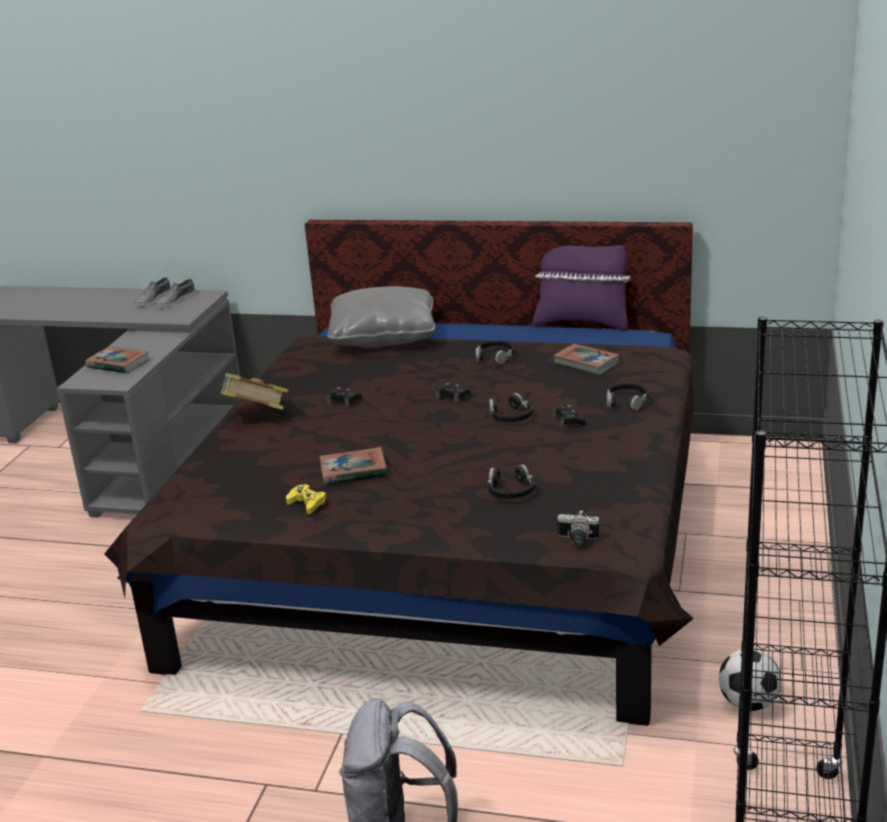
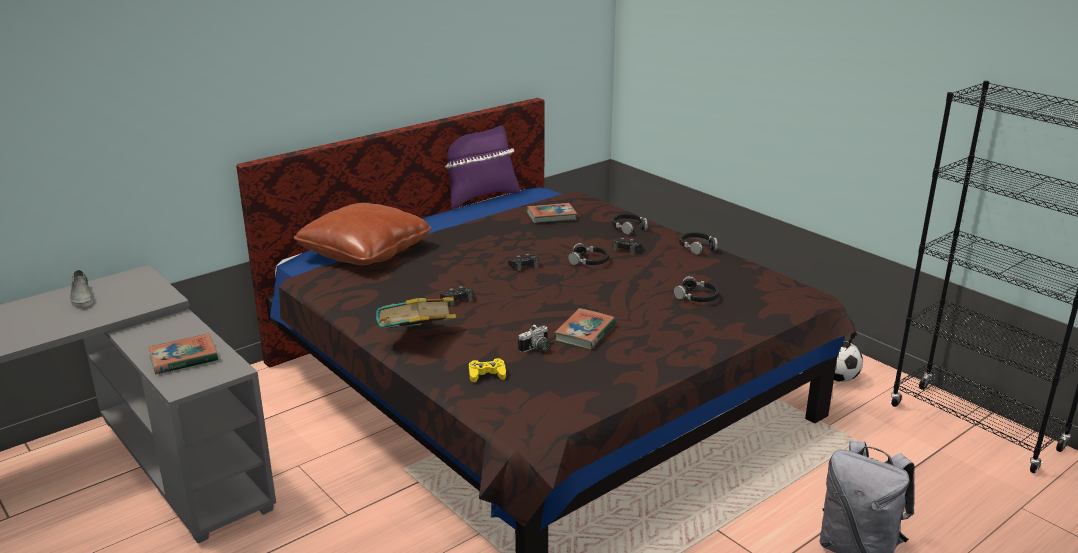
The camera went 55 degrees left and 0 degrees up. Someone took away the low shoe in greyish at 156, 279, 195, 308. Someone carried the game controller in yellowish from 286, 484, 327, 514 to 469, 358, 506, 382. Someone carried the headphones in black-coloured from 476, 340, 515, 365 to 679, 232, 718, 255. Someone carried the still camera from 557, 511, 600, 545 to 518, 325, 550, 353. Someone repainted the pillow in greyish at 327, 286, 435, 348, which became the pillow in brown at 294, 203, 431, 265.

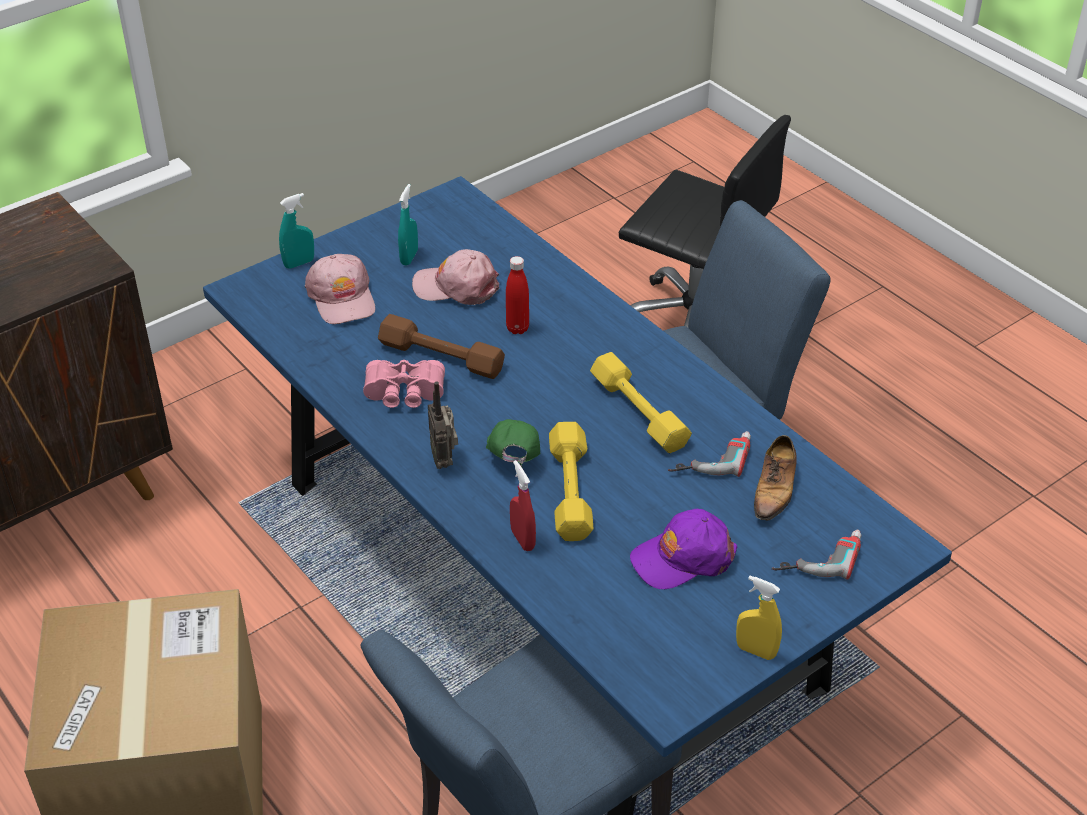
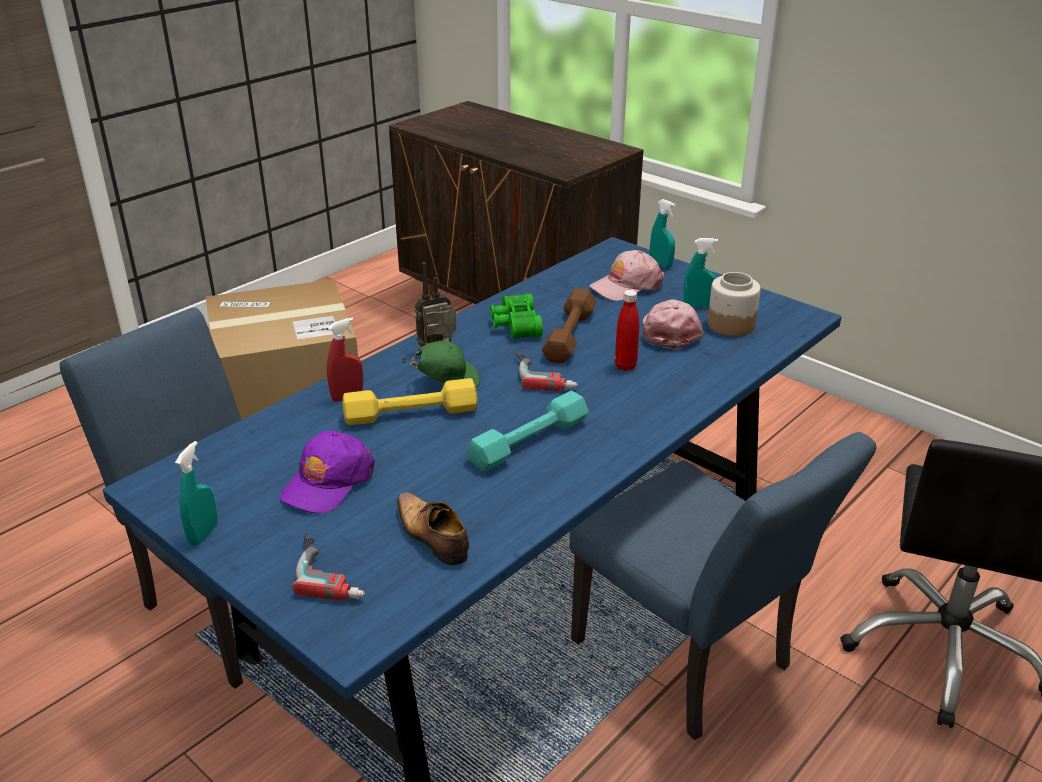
The camera went 80 degrees right and 10 degrees down. Someone put down the storage jar at 708, 272, 761, 336. Someone carried the electric drill from 668, 431, 751, 477 to 515, 351, 578, 391. Someone repainted the pair of binoculars in pink at 363, 360, 445, 408, which became the pair of binoculars in green at 490, 294, 543, 339. Someone repainted the hand weight in yellowish at 590, 352, 692, 454, which became the hand weight in turquoise-coloured at 466, 391, 589, 472. Someone repainted the spray bottle in yellowish at 736, 576, 782, 660, which became the spray bottle in turquoise-coloured at 175, 441, 217, 546. Someone rotated the peaked cap in purplish at 630, 509, 737, 589 by 120 degrees counterclockwise. Someone rotated the low shoe at 754, 435, 797, 520 by 45 degrees clockwise.

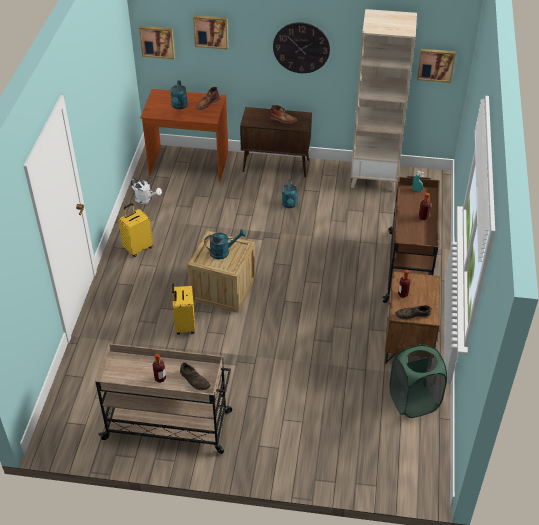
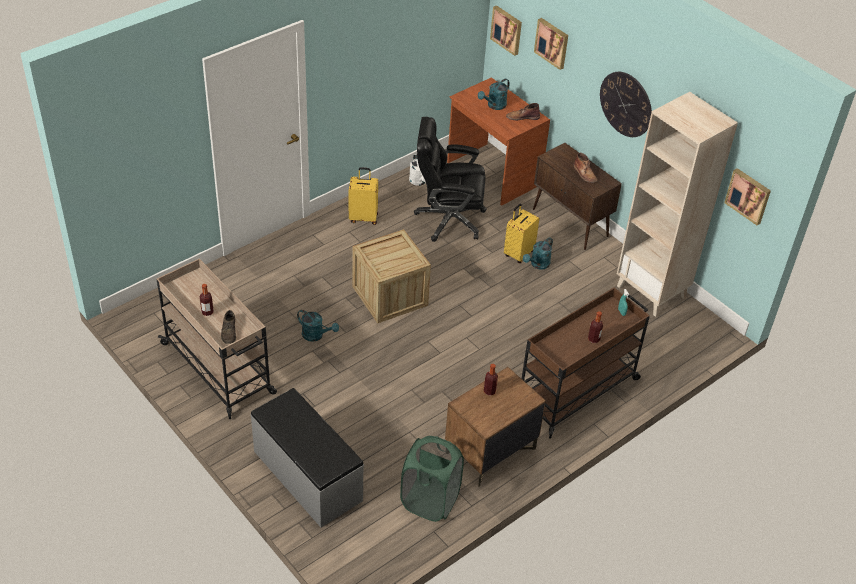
The camera went 40 degrees right and 0 degrees up. Someone took away the low shoe in brown at 395, 305, 431, 320. Someone put down the long seat in greyish at 251, 388, 364, 527. Someone put down the office chair in black-coloured at 414, 117, 487, 242. Someone carried the piece of luggage in yellowish from 172, 283, 195, 334 to 504, 203, 540, 263. Someone carried the sprinkling can in turquoise-coloured from 204, 229, 246, 259 to 297, 310, 339, 342.

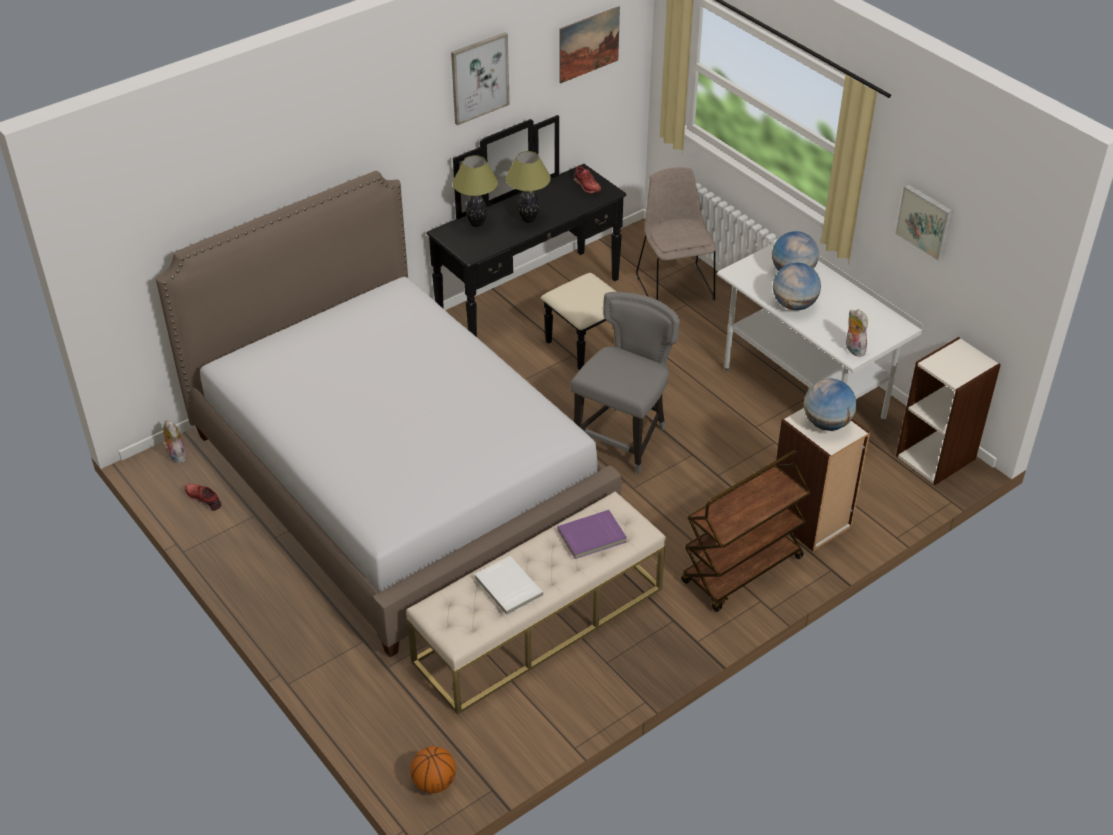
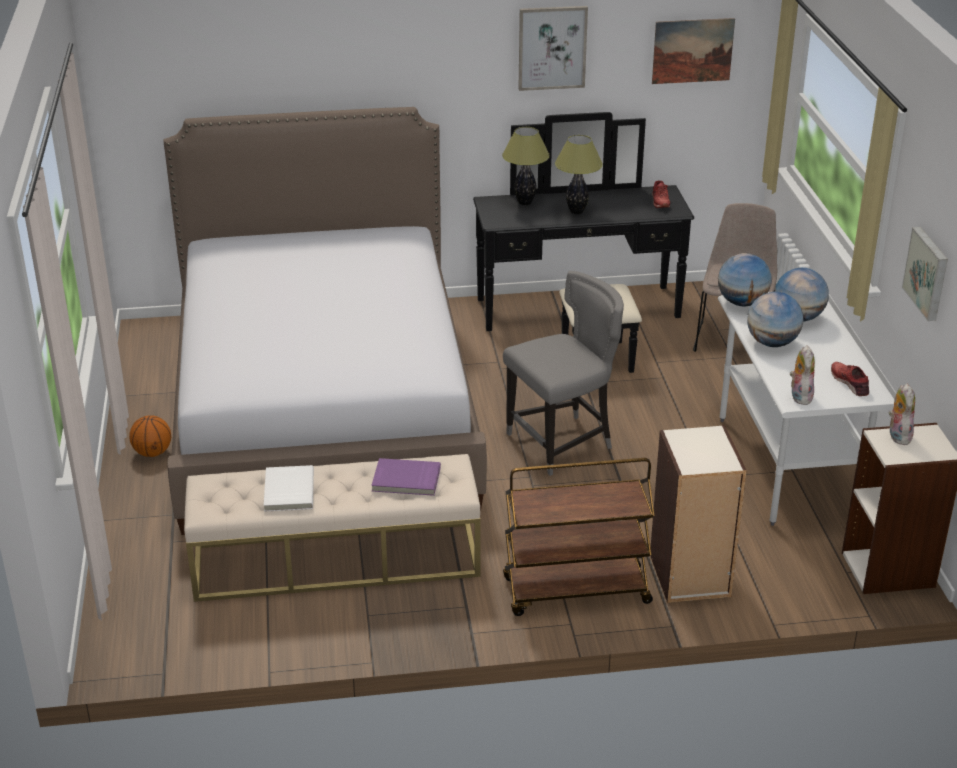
The camera went 30 degrees right and 10 degrees down. Someone carried the soft toy from 162, 420, 187, 463 to 889, 384, 915, 445. Someone carried the low shoe in reddish from 185, 484, 221, 511 to 831, 362, 869, 396. Someone carried the ball for basketball from 410, 746, 456, 793 to 129, 415, 171, 457. Someone carried the desk globe from 804, 379, 857, 431 to 718, 253, 772, 306.

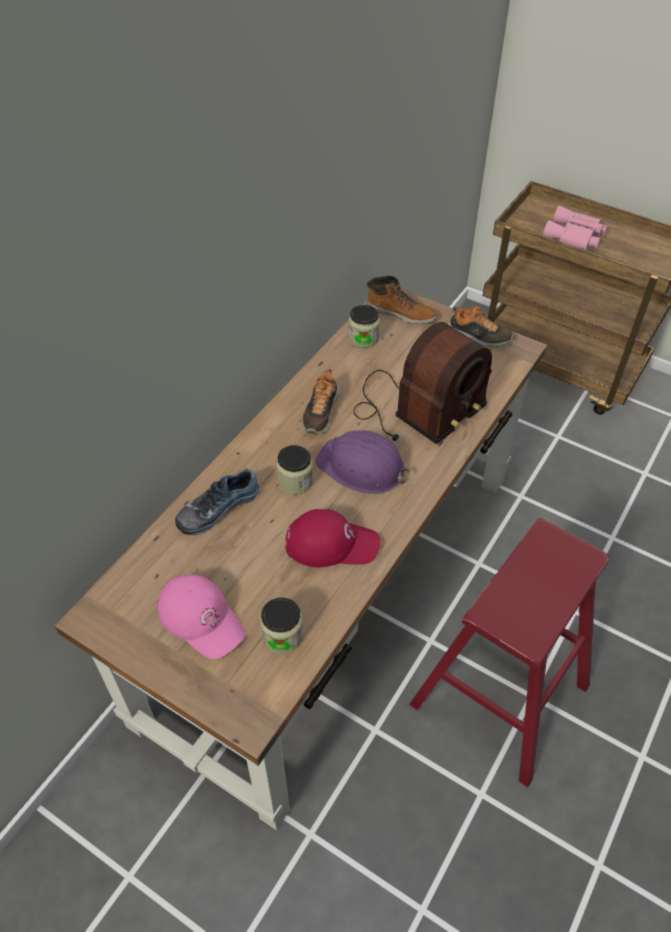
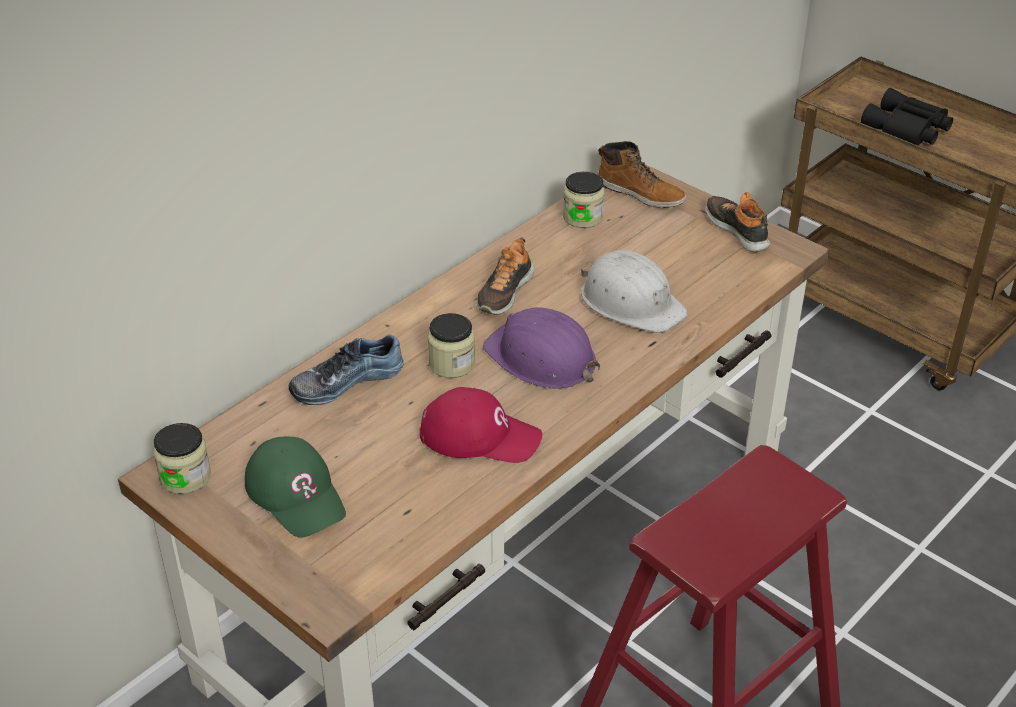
The camera went 10 degrees right and 10 degrees down. Someone carried the storage jar from 260, 598, 303, 654 to 154, 423, 211, 494. Someone swapped the radio at 353, 322, 492, 444 for the work helmet in whitish at 581, 250, 688, 333. Someone repainted the peaked cap in pink at 157, 575, 245, 659, which became the peaked cap in green at 245, 436, 346, 537. Someone repainted the pair of binoculars in pink at 543, 206, 607, 250, which became the pair of binoculars in black-coloured at 861, 88, 953, 145. Someone rotated the low shoe at 447, 306, 514, 347 by 150 degrees counterclockwise.

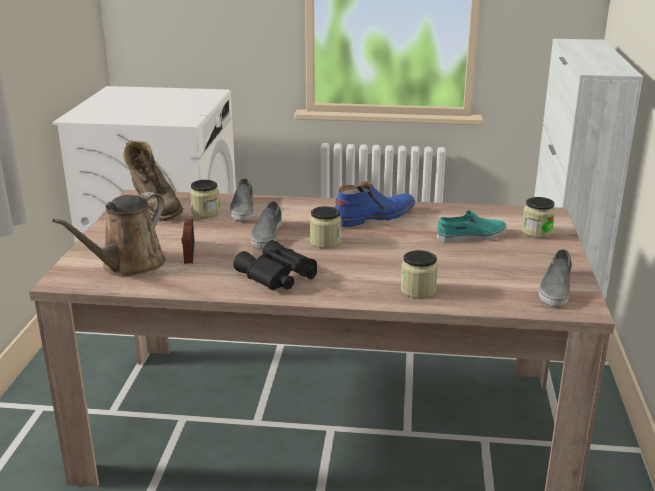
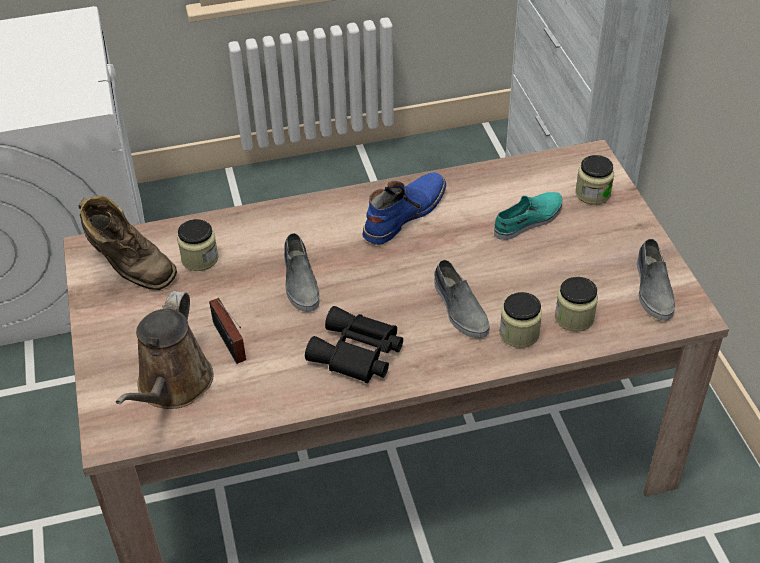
The camera went 20 degrees left and 20 degrees up. Someone carried the low shoe in greyish from 230, 178, 254, 221 to 434, 260, 490, 338. Someone carried the storage jar from 310, 206, 341, 248 to 555, 277, 598, 332.

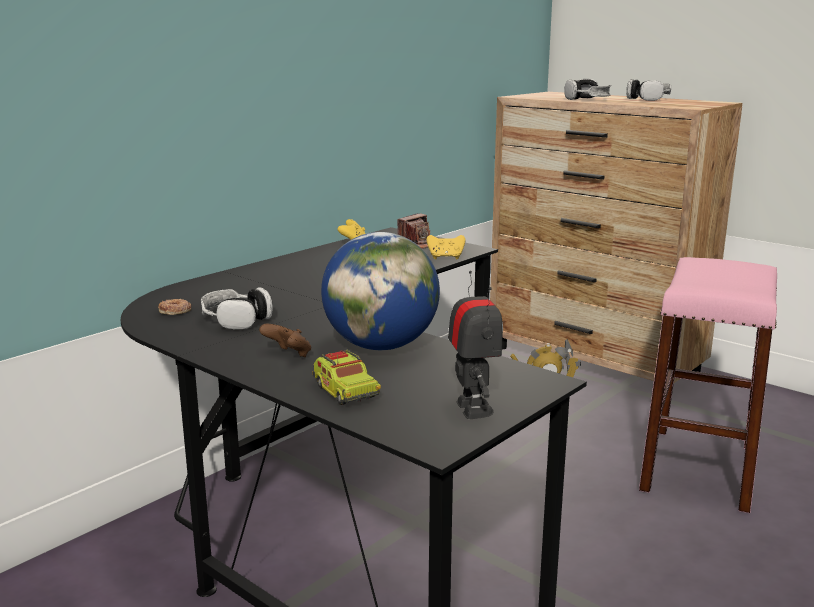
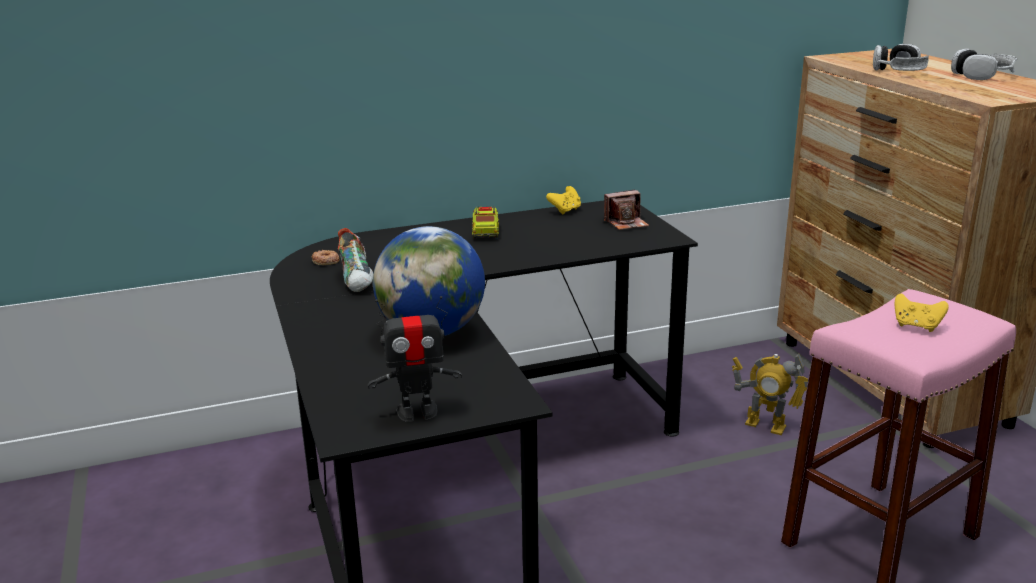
The camera went 30 degrees right and 5 degrees up. Someone took away the game controller in brown at 259, 324, 311, 357. Someone carried the toy lorry from 313, 349, 381, 405 to 472, 206, 499, 239. Someone carried the game controller in yellowish from 426, 235, 465, 259 to 895, 294, 949, 332. Someone swapped the headphones at 201, 287, 273, 330 for the low shoe at 338, 228, 373, 292. Someone rotated the toy robot at 448, 271, 503, 419 by 60 degrees clockwise.

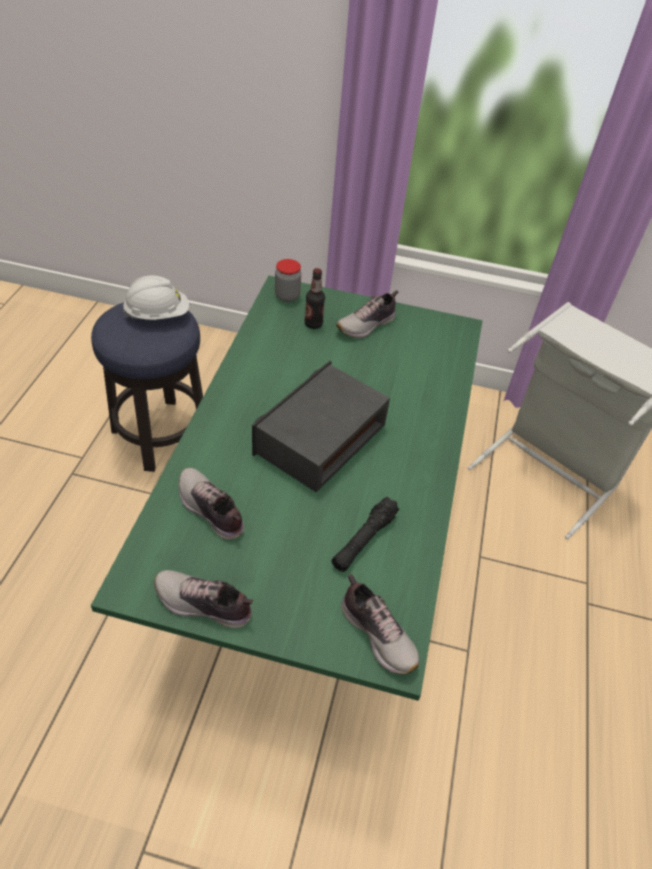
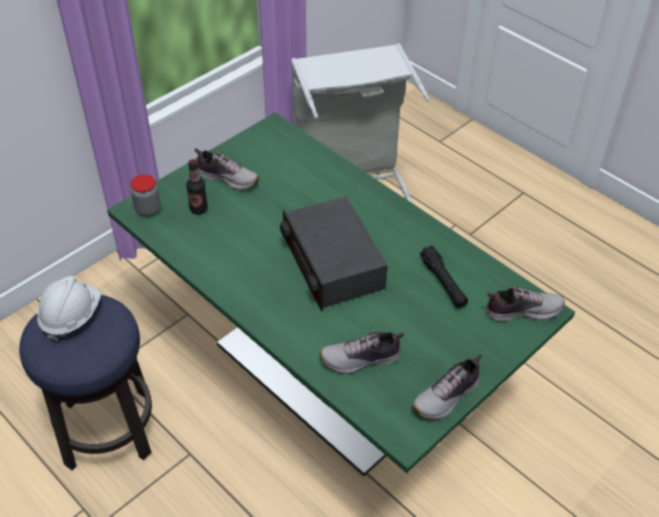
The camera went 55 degrees left and 0 degrees up. Someone rotated the low shoe at 336, 290, 399, 338 by 60 degrees counterclockwise.

